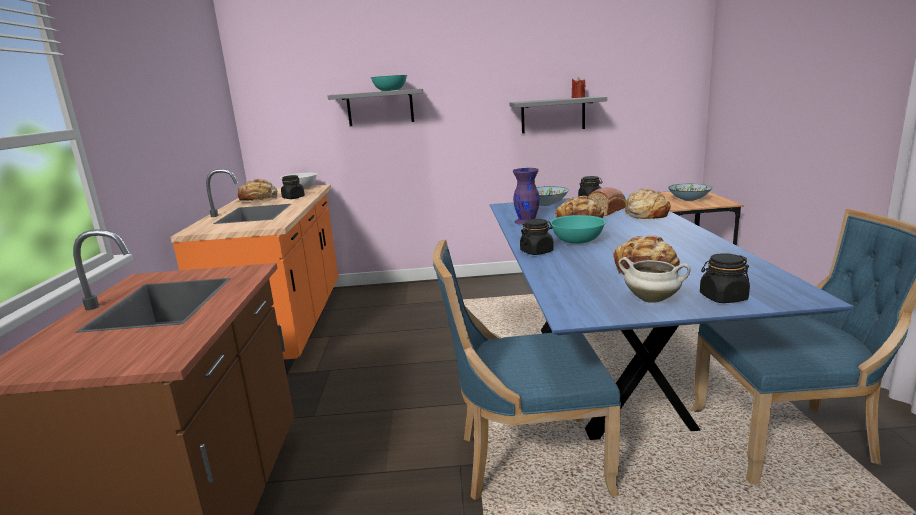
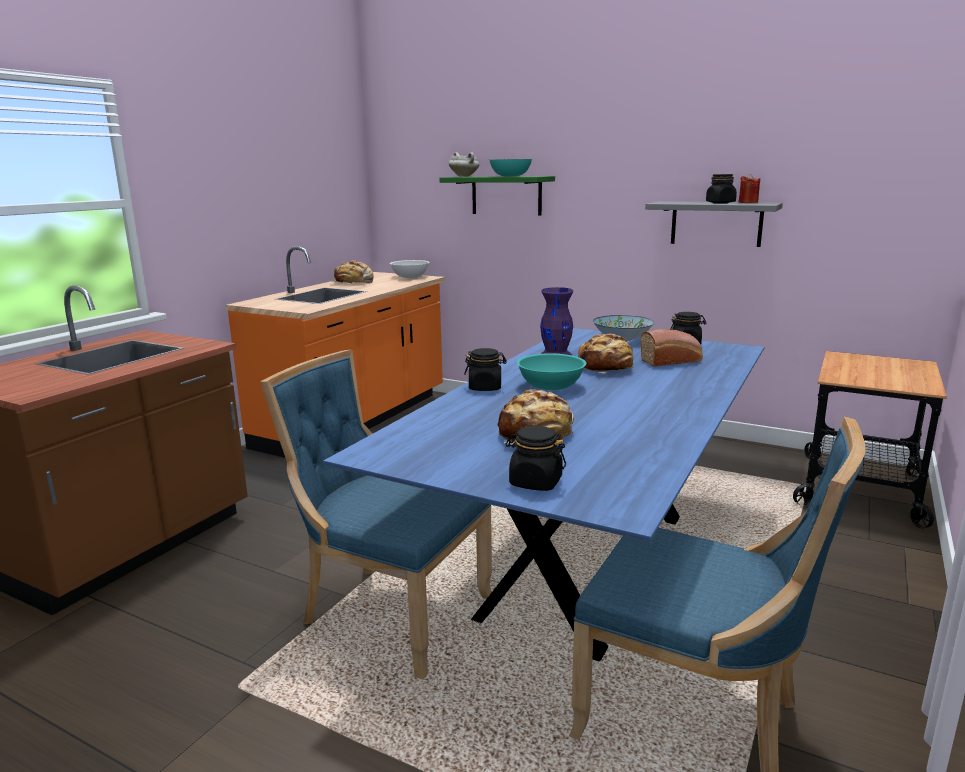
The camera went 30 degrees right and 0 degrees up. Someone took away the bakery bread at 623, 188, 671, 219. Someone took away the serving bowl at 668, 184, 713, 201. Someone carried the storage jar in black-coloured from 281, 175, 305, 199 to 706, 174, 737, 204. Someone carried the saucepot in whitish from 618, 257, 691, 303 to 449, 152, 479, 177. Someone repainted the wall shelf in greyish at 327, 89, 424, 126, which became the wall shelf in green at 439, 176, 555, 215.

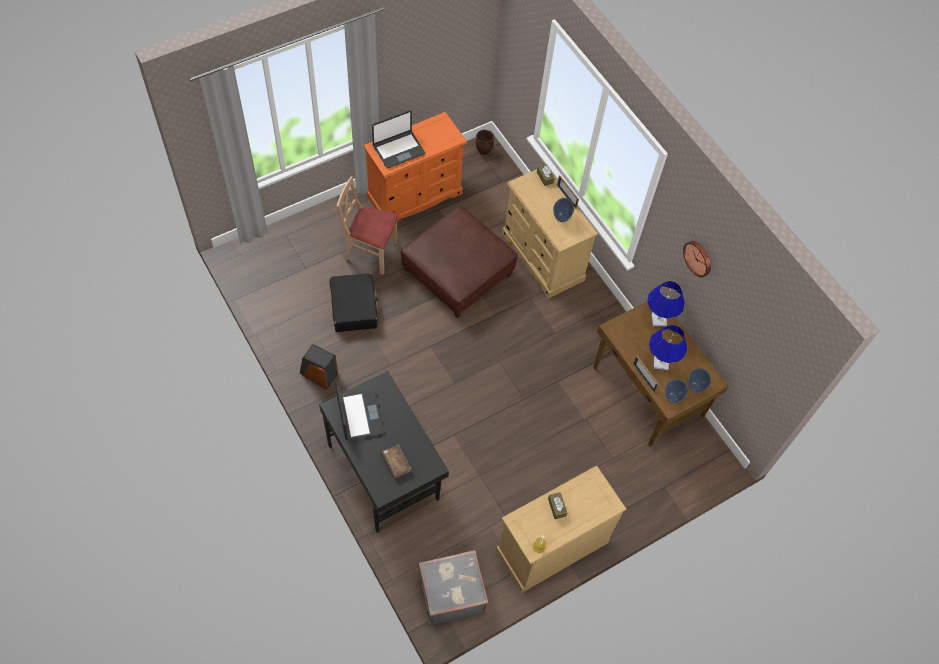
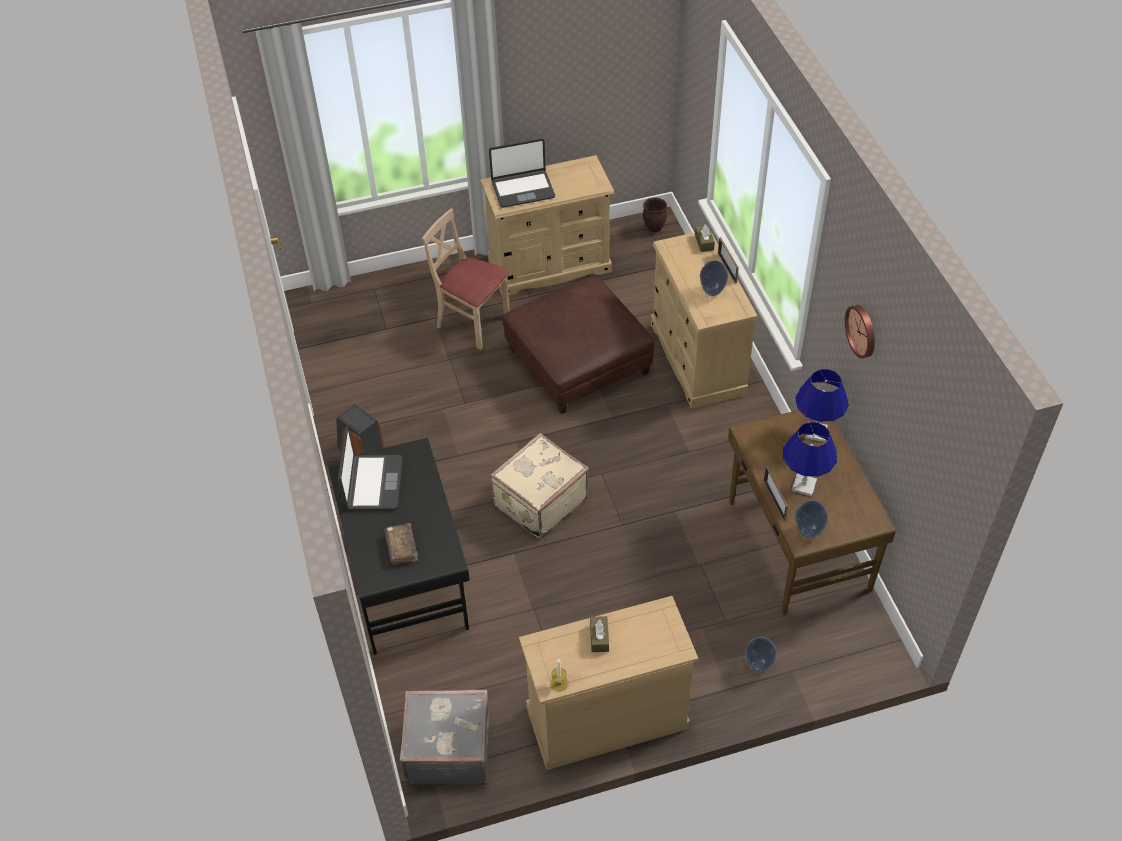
The camera went 20 degrees right and 10 degrees down. Someone took away the piece of luggage in black-coloured at 330, 273, 378, 332. Someone put down the piece of luggage in sand-coloured at 490, 433, 589, 539. Someone carried the decorative vase from 688, 368, 711, 393 to 745, 637, 777, 672. Someone repainted the drawer chest in orangey at 363, 112, 467, 221, which became the drawer chest in sand-coloured at 480, 155, 614, 295.

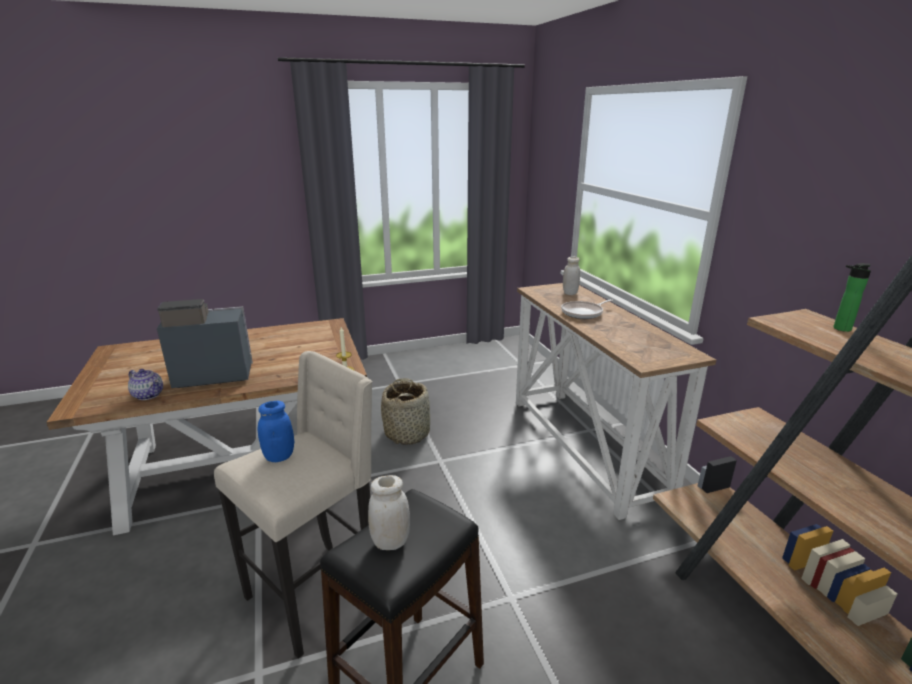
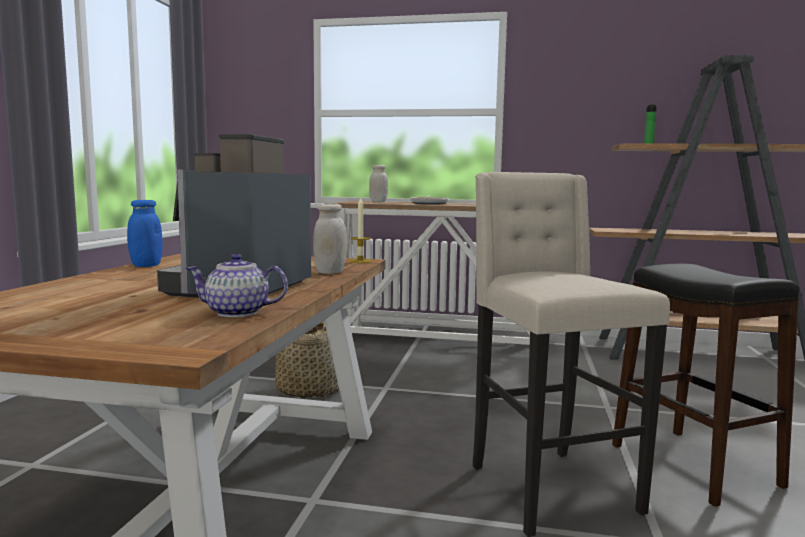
The camera went 60 degrees left and 15 degrees down. Someone carried the storage jar in blue-coloured from 258, 401, 294, 462 to 127, 200, 163, 267. Someone carried the storage jar in whitish from 368, 475, 410, 550 to 313, 203, 347, 274. Someone rotated the teapot at 128, 369, 163, 400 by 150 degrees counterclockwise.

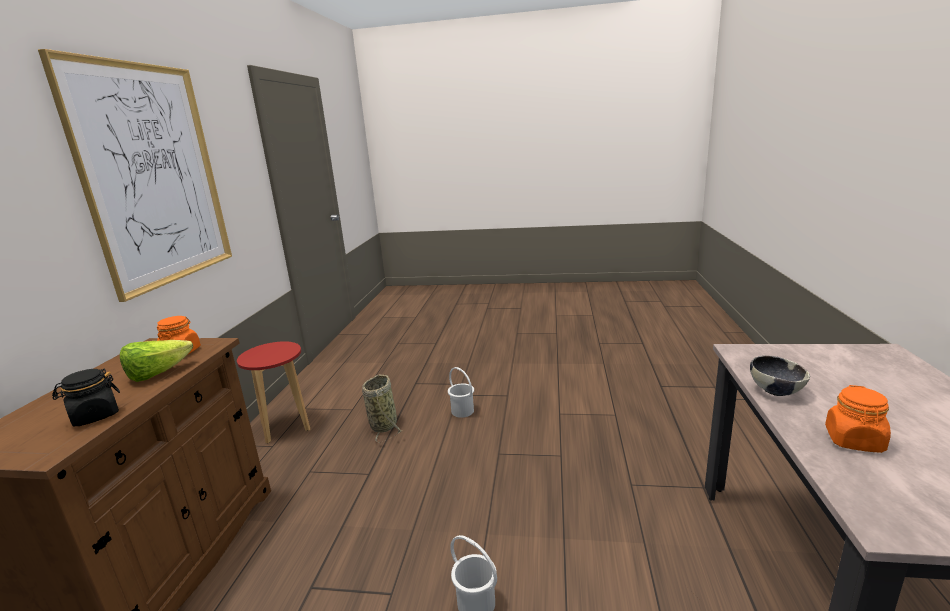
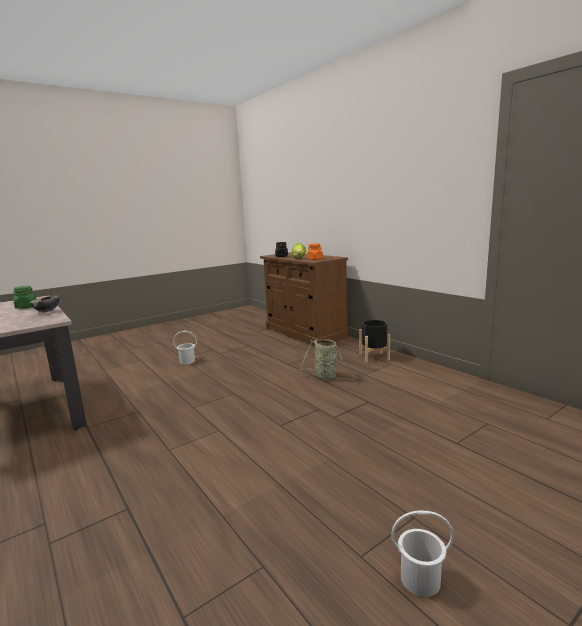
The camera went 135 degrees right and 5 degrees down. Someone took away the picture at 38, 49, 232, 302. Someone carried the water bucket in whitish from 448, 367, 474, 418 to 391, 510, 454, 597. Someone swapped the stool seat in reddish at 237, 341, 310, 443 for the planter in black-coloured at 359, 320, 390, 362. Someone repainted the storage jar in orangey at 825, 385, 891, 453, which became the storage jar in green at 13, 286, 36, 309.

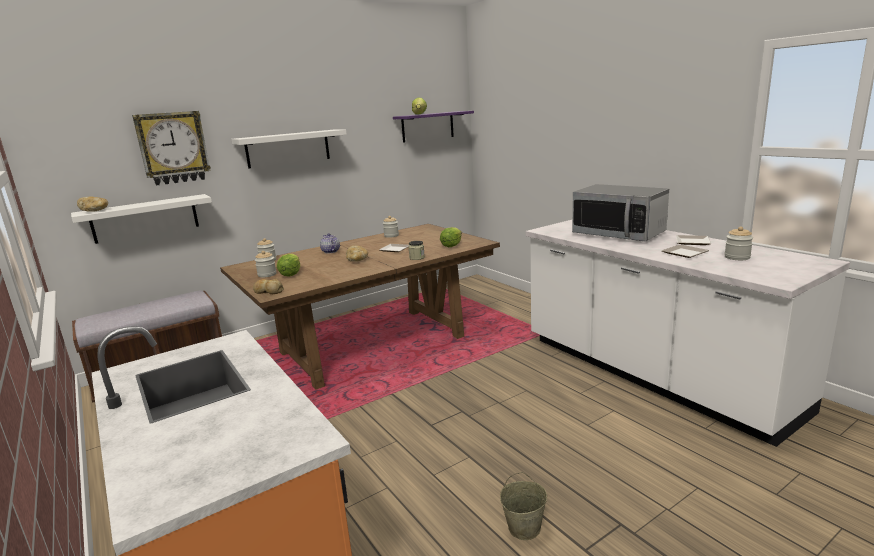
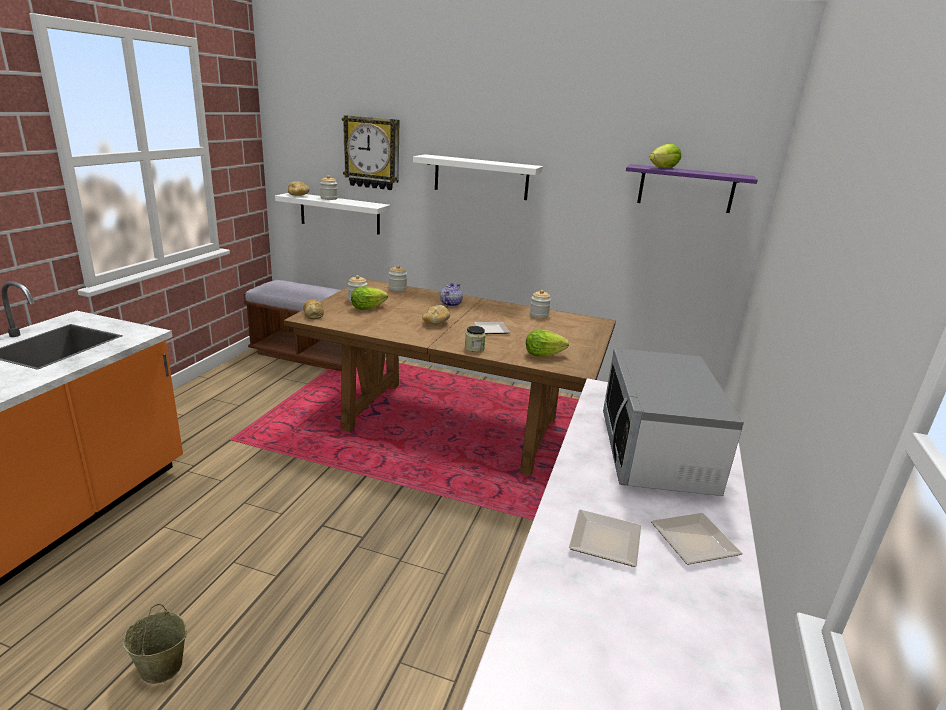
The camera went 50 degrees right and 5 degrees up. Someone carried the storage jar from 724, 227, 753, 260 to 320, 175, 338, 200.

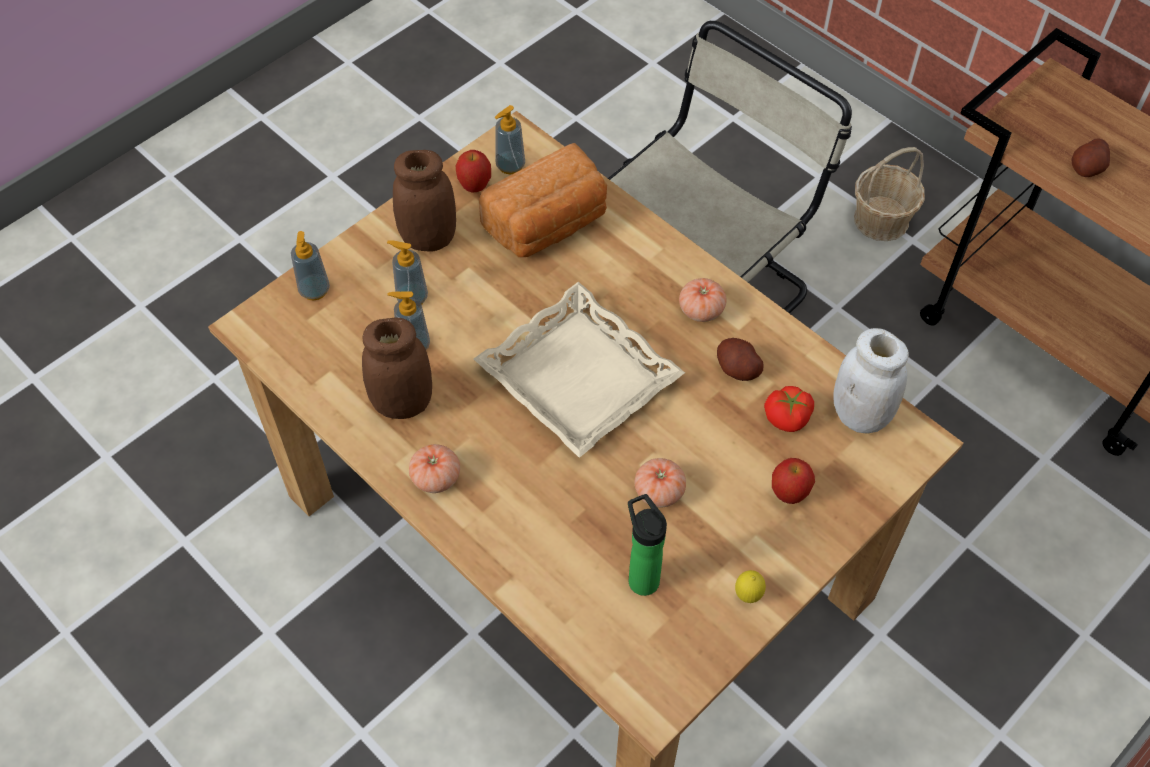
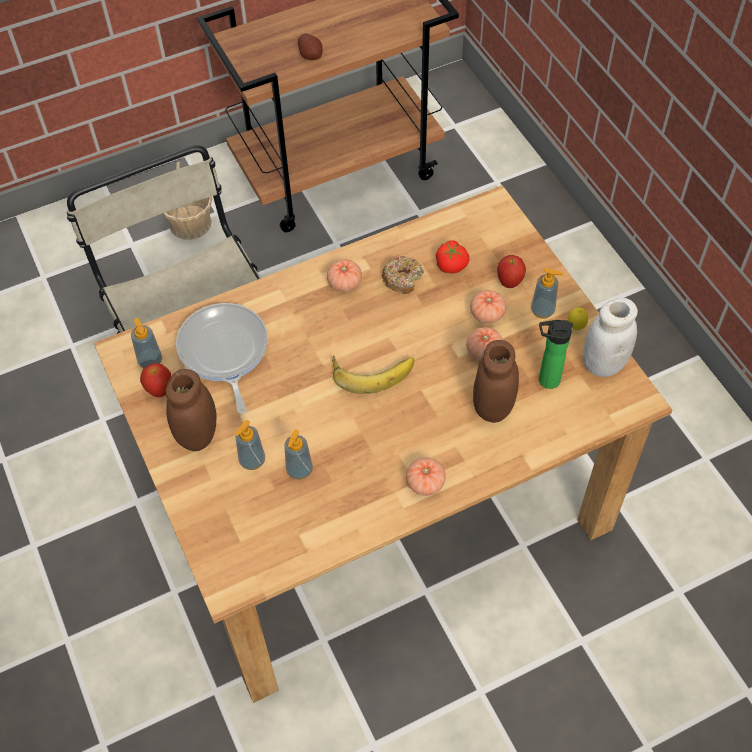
The camera went 70 degrees left and 0 degrees up. Someone put down the whole tomato at 470, 290, 506, 323. Someone carried the soap dispenser from 291, 231, 330, 301 to 531, 268, 563, 319. Someone carried the storage jar in brown from 362, 317, 432, 419 to 473, 340, 519, 423. Someone carried the storage jar in whitish from 833, 328, 909, 434 to 583, 298, 638, 377. Someone swapped the carrying tray in sand-coloured at 474, 282, 685, 458 for the banana at 332, 356, 414, 394. Someone swapped the bakery bread at 479, 143, 607, 257 for the skillet at 176, 303, 268, 414. Someone swapped the whole potato at 717, 338, 764, 381 for the doughnut at 382, 256, 424, 294.

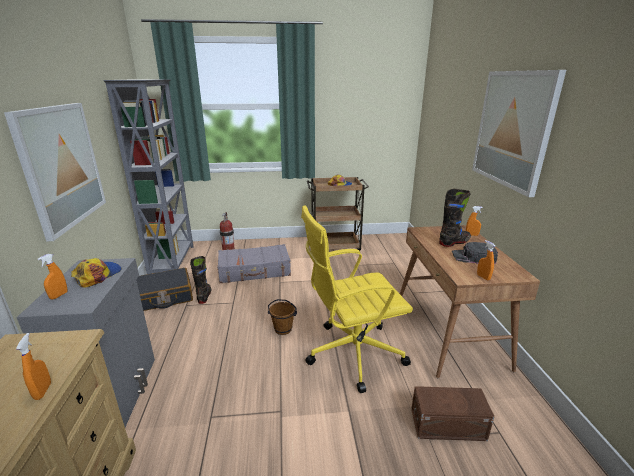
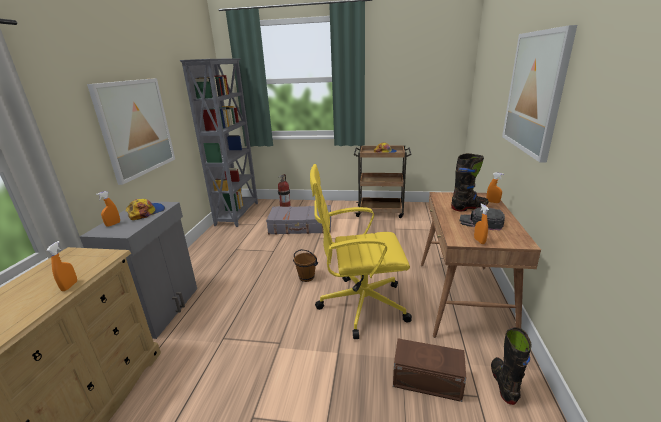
The camera went 15 degrees right and 0 degrees up. Someone took away the piece of luggage in black-coloured at 136, 268, 193, 311. Someone carried the boot in black-coloured from 190, 256, 212, 304 to 491, 327, 532, 405.

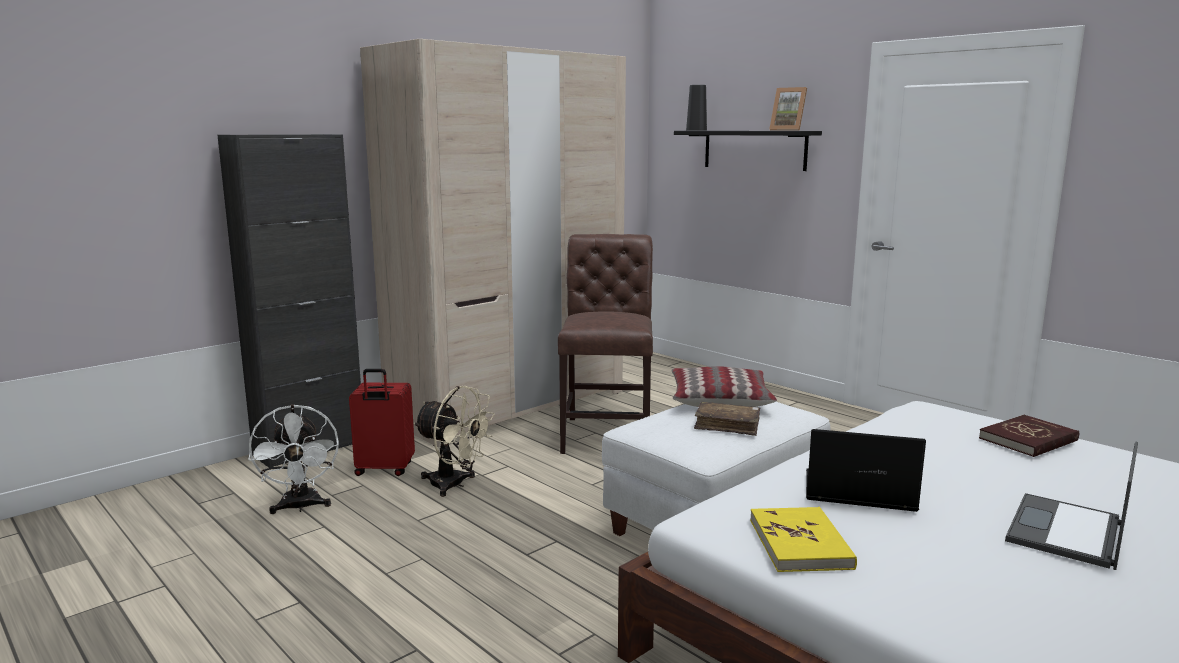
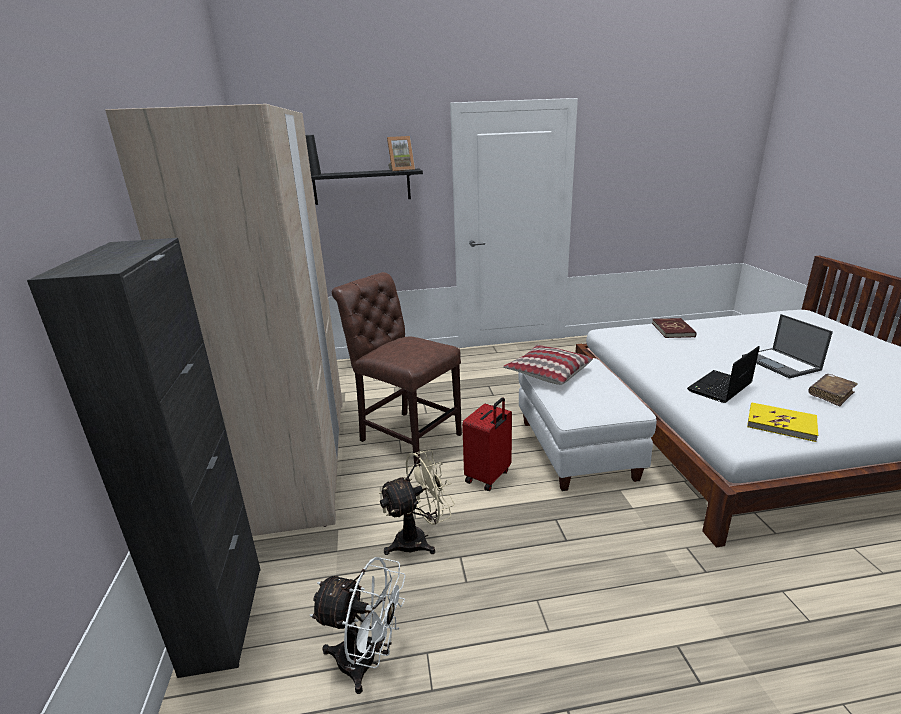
The camera went 55 degrees left and 10 degrees up. Someone carried the piece of luggage in reddish from 349, 369, 415, 476 to 462, 398, 512, 491. Someone carried the volume in brown from 694, 402, 760, 436 to 808, 374, 858, 406.

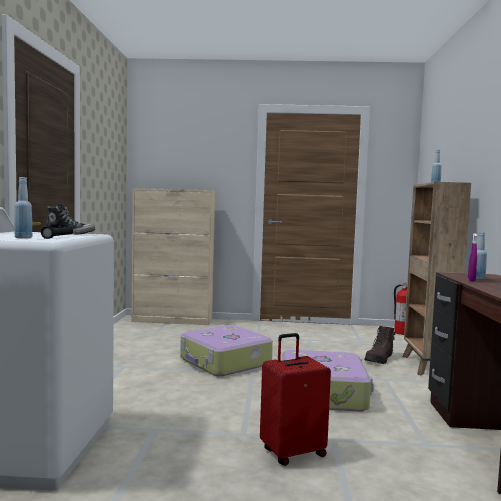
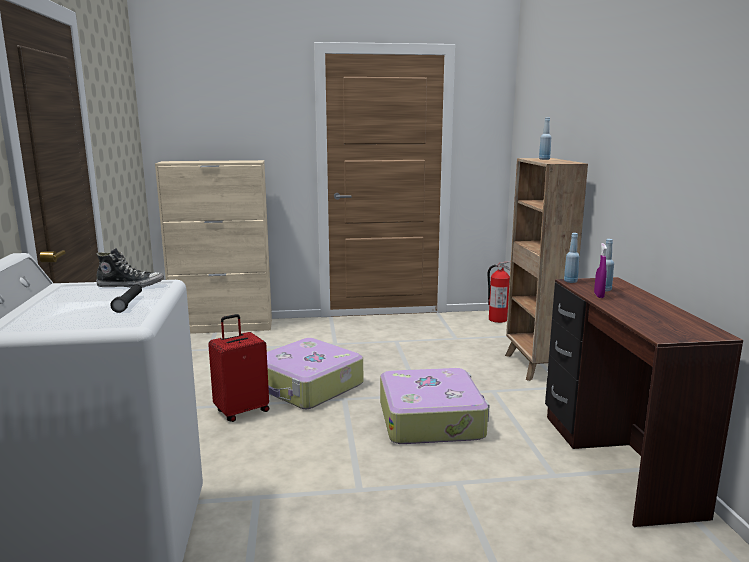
The camera went 10 degrees left and 10 degrees up. Someone took away the boot in brown at 364, 326, 396, 364. Someone carried the drink bottle in blue-coloured from 15, 177, 33, 239 to 564, 233, 580, 283. Someone carried the piece of luggage in reddish from 260, 333, 331, 466 to 208, 314, 269, 422.

